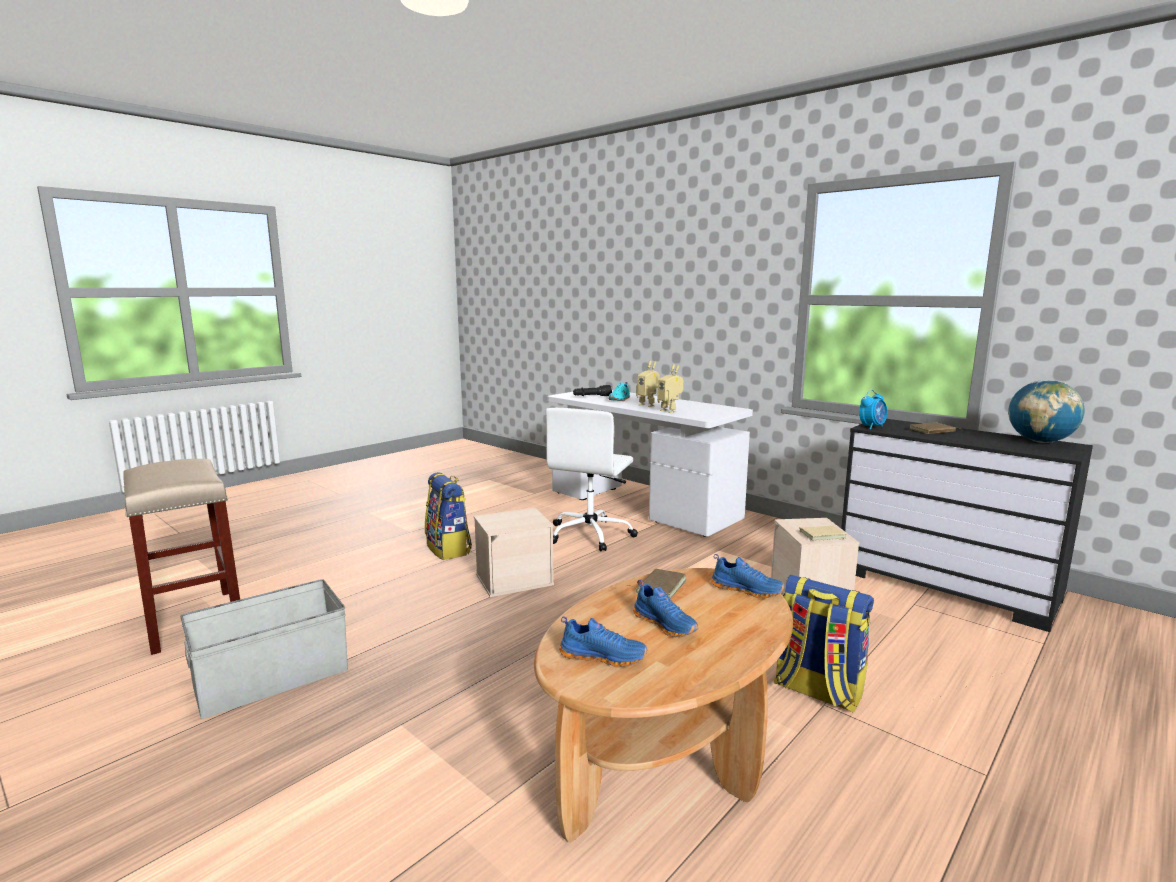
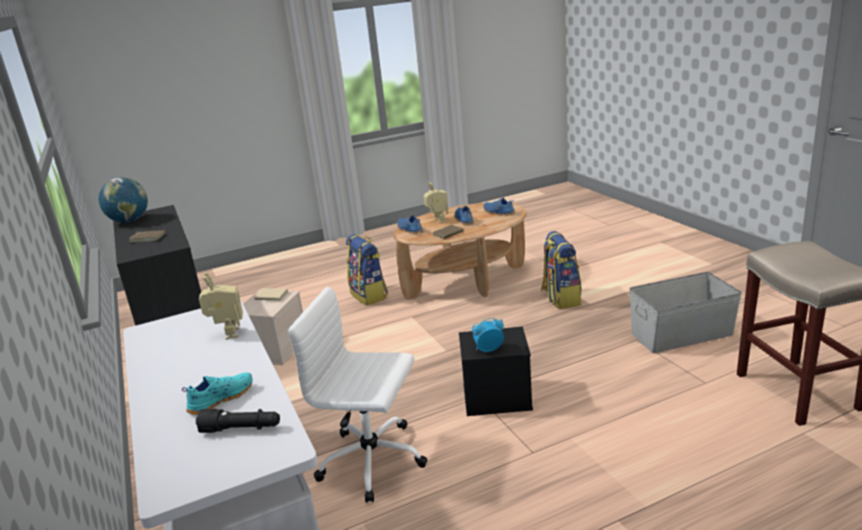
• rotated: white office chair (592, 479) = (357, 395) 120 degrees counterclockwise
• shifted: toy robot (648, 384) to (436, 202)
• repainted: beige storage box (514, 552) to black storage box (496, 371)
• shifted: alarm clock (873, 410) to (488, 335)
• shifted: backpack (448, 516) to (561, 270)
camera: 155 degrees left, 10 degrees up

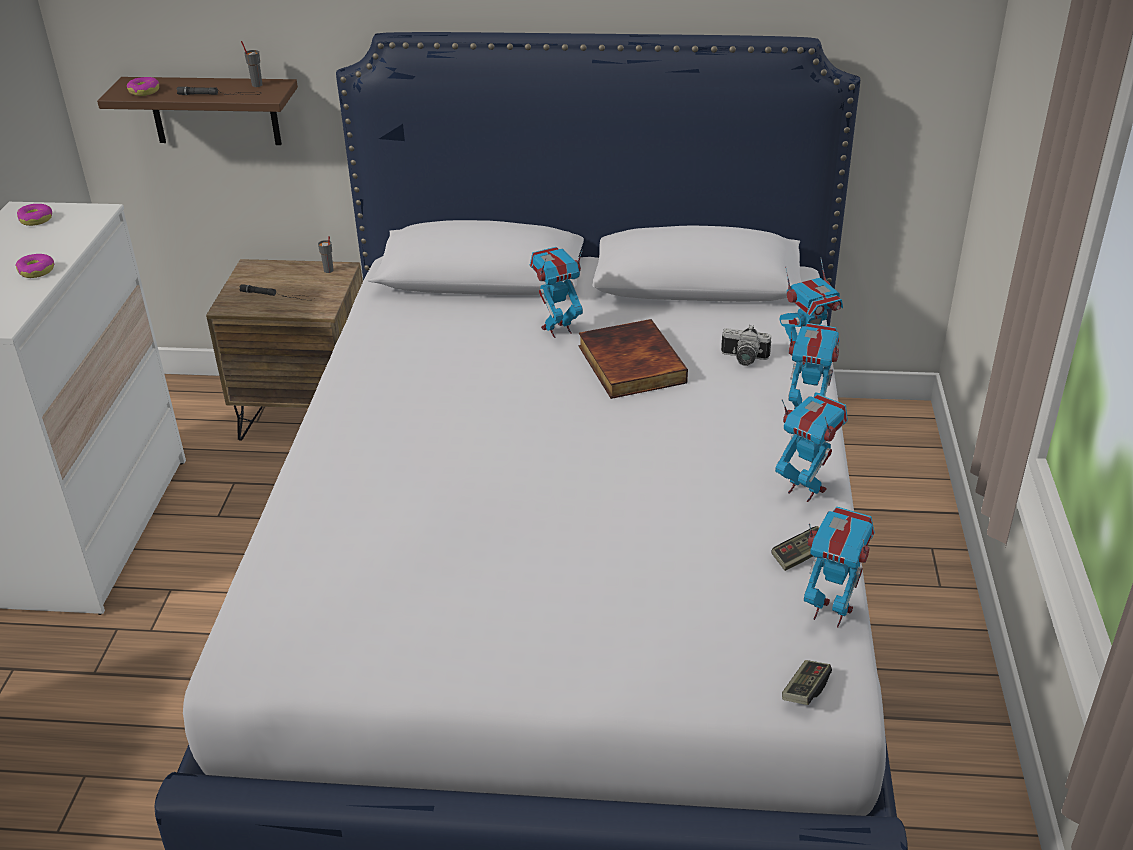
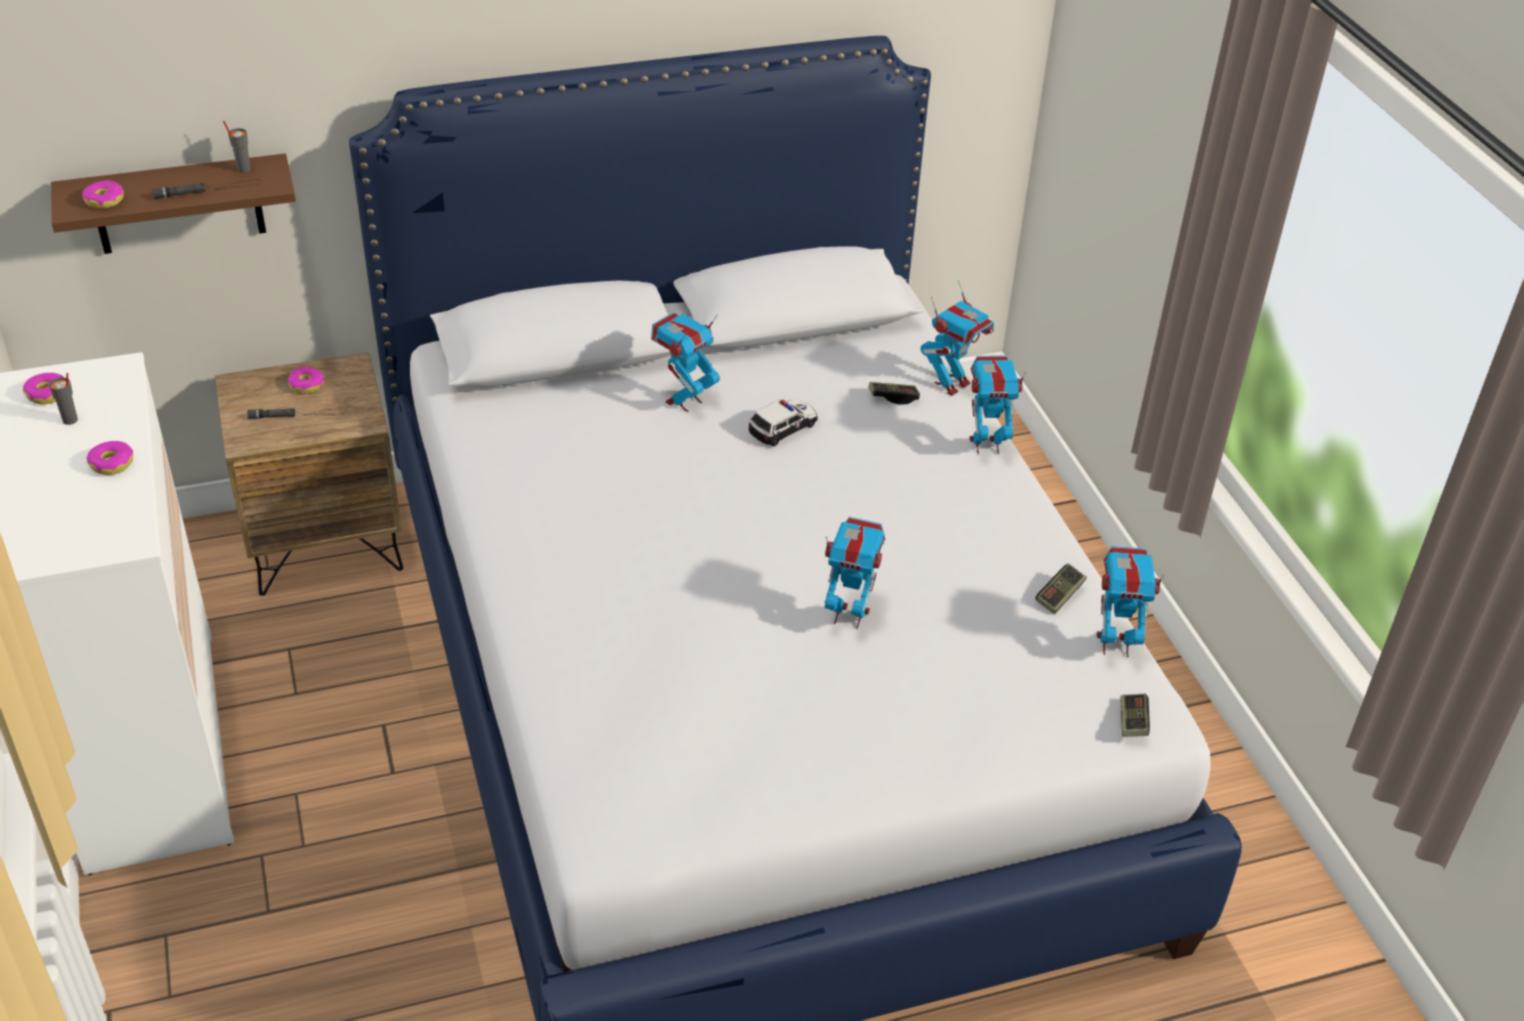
• shifted: grey cup (326, 254) to (63, 399)
• new: donut (306, 380)
• swapped: book (633, 359) to toy car (783, 423)
• shifted: toy robot (811, 448) to (855, 573)
• swapped: photo camera (746, 345) to game controller (894, 393)
camera: 25 degrees left, 5 degrees up

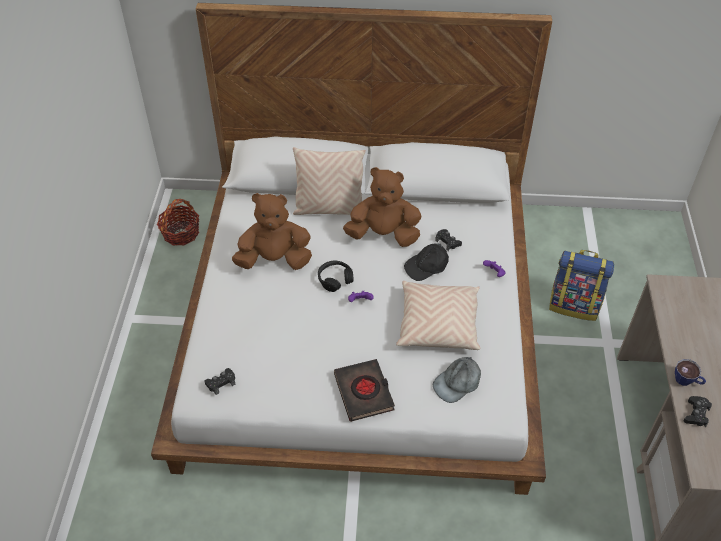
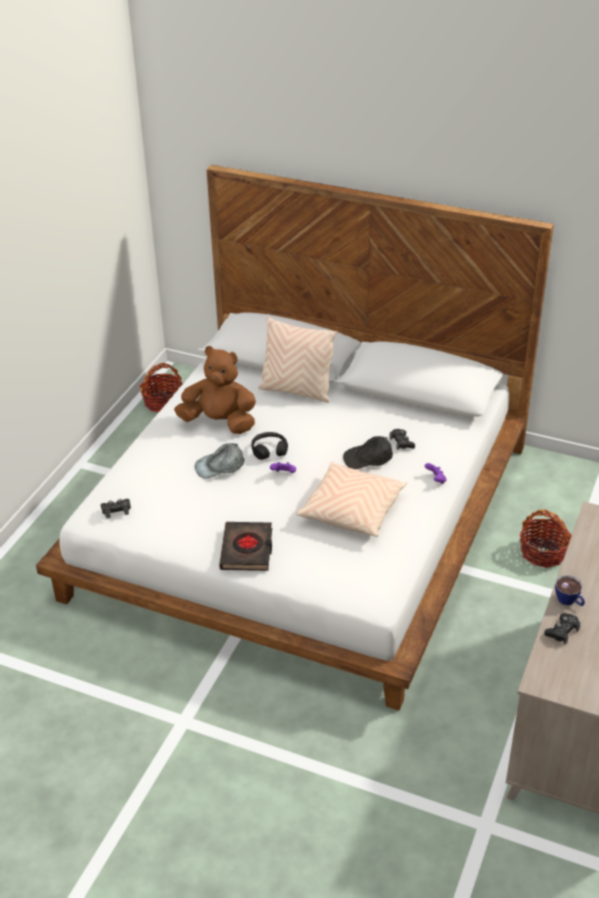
• shifted: grey cap (457, 380) to (220, 461)
• swapped: backpack (581, 285) to basket (546, 539)
• gone: brown plush toy (382, 207)
camera: 20 degrees right, 10 degrees down

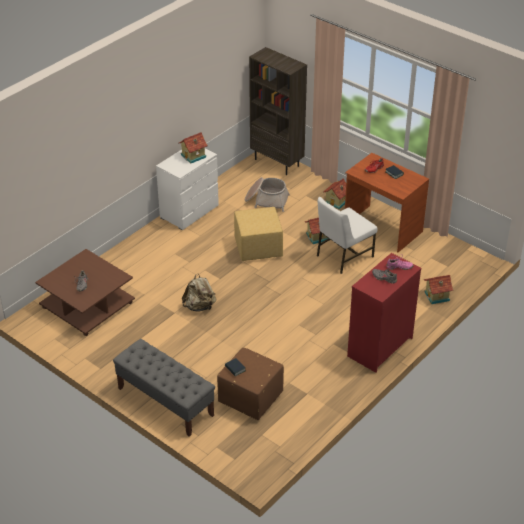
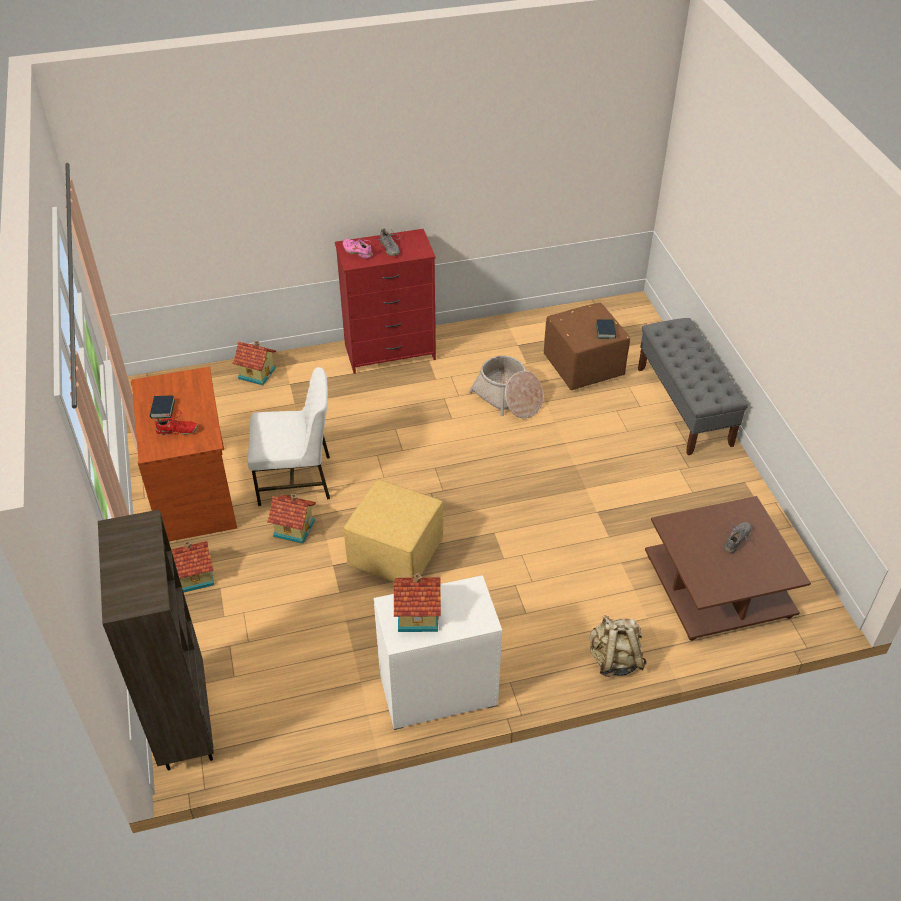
• shifted: basket (267, 194) to (506, 387)
• shifted: beige backpack (199, 292) to (618, 646)
camera: 145 degrees left, 5 degrees up

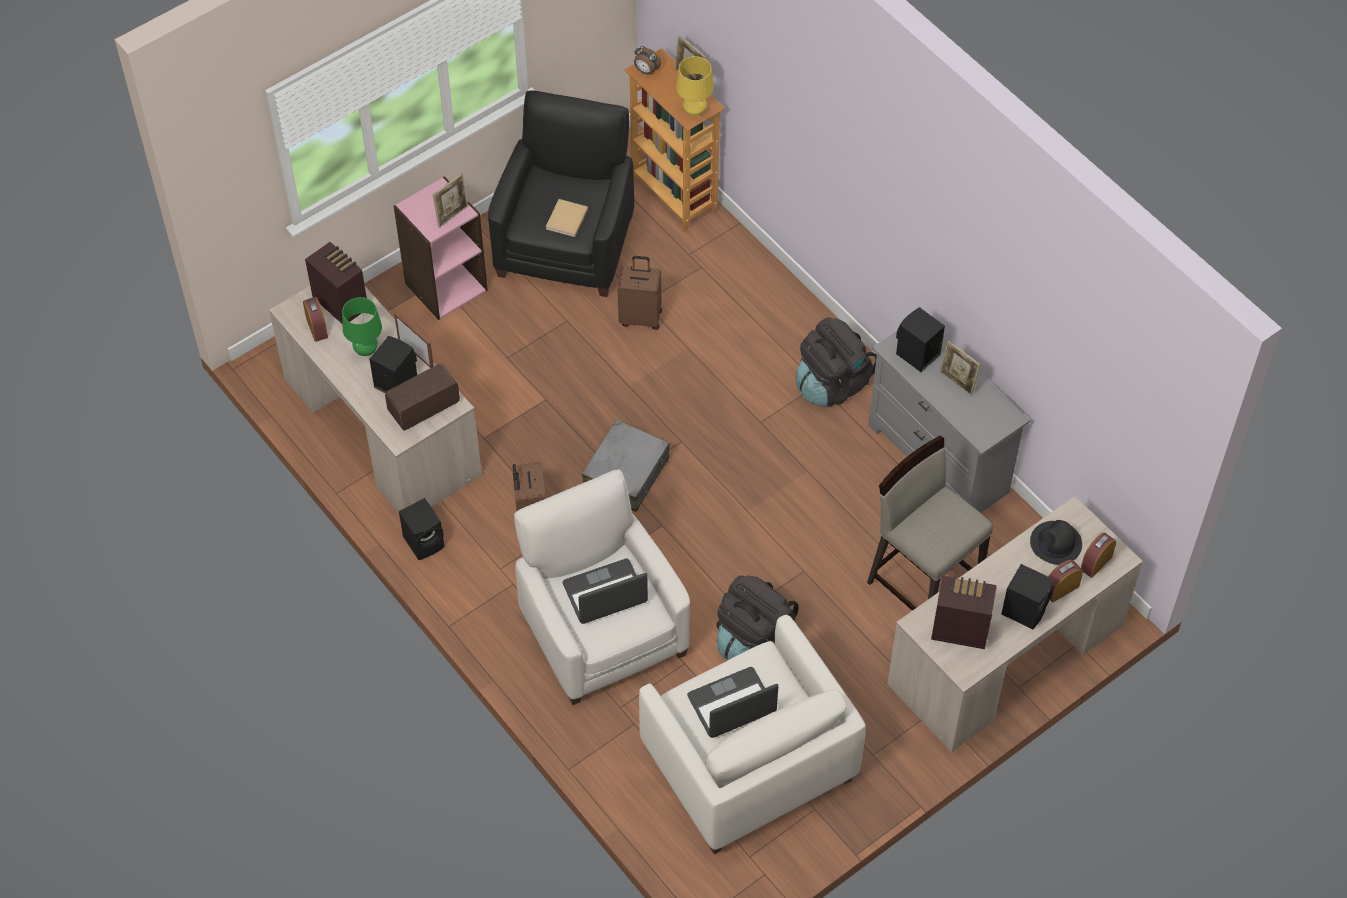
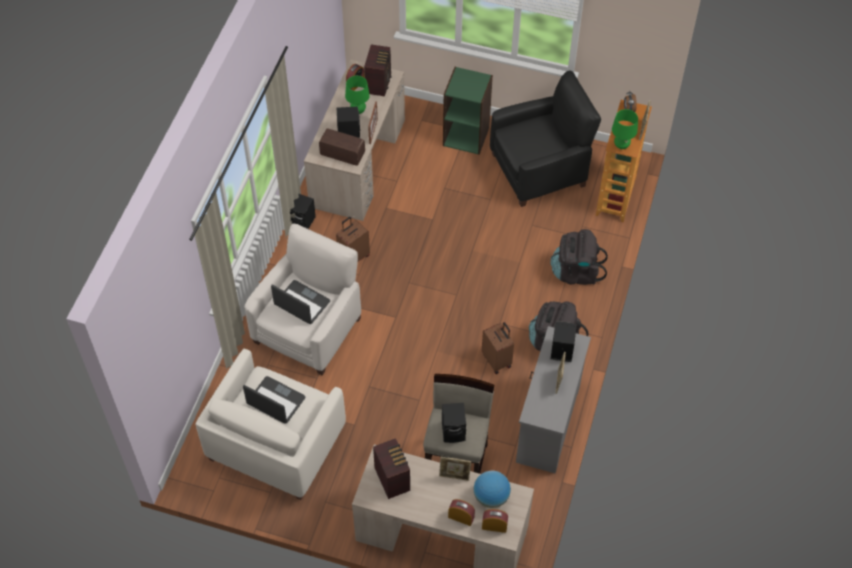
• shifted: picture frame (450, 200) to (455, 469)
• shifted: black speaker (1027, 596) to (454, 423)
• repainted: pink bookcase (441, 248) to green bookcase (468, 111)
• swapped: black hat (1056, 542) to globe (492, 489)
• shifted: brown suitcase (640, 293) to (498, 348)
• shifted: black backpack (757, 618) to (579, 257)
• repainted: yellow table lamp (695, 86) to green table lamp (625, 129)
• gone: beige book (567, 218)
• gone: grey suitcase (626, 466)
camera: 55 degrees right, 0 degrees up

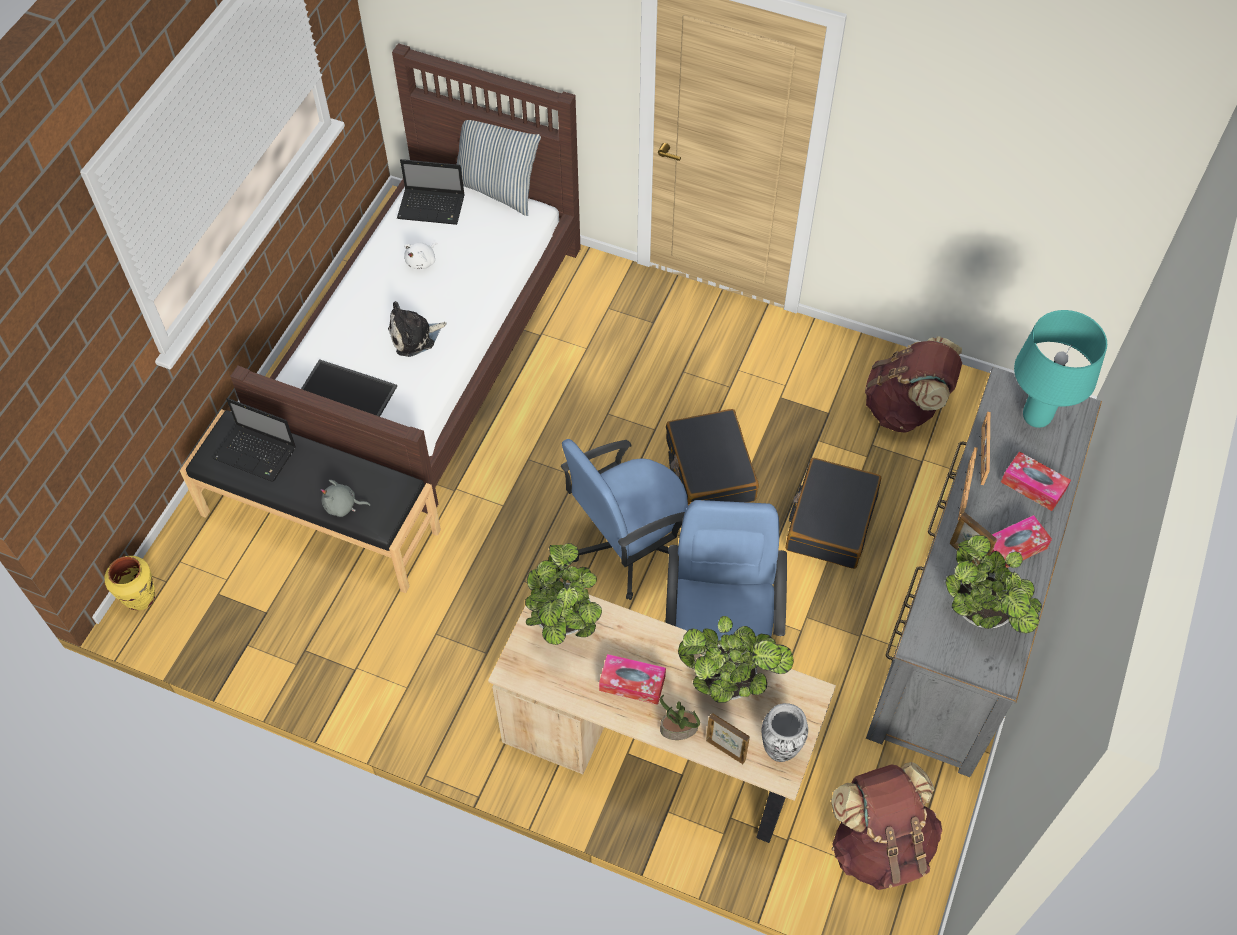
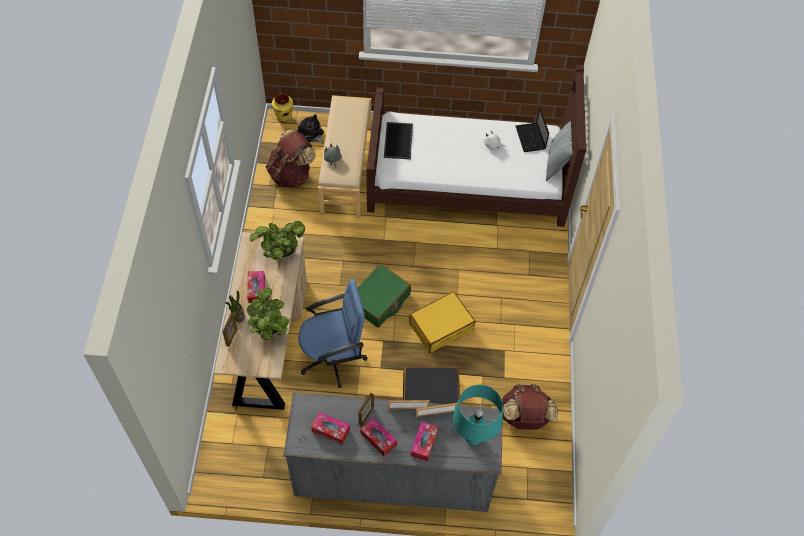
• shifted: brown backpack (886, 826) to (291, 158)
• shifted: plush toy (417, 329) to (311, 128)
• swapped: potted plant (994, 584) to tissue box (330, 428)
• repainted: black bench (310, 501) to beige bench (344, 156)
• swapped: blue office chair (624, 519) to green suitcase (384, 296)
• repainted: black suitcase (712, 457) to yellow suitcase (442, 322)
• gone: laptop (254, 440)
• gone: vase (785, 732)
camera: 70 degrees right, 0 degrees up

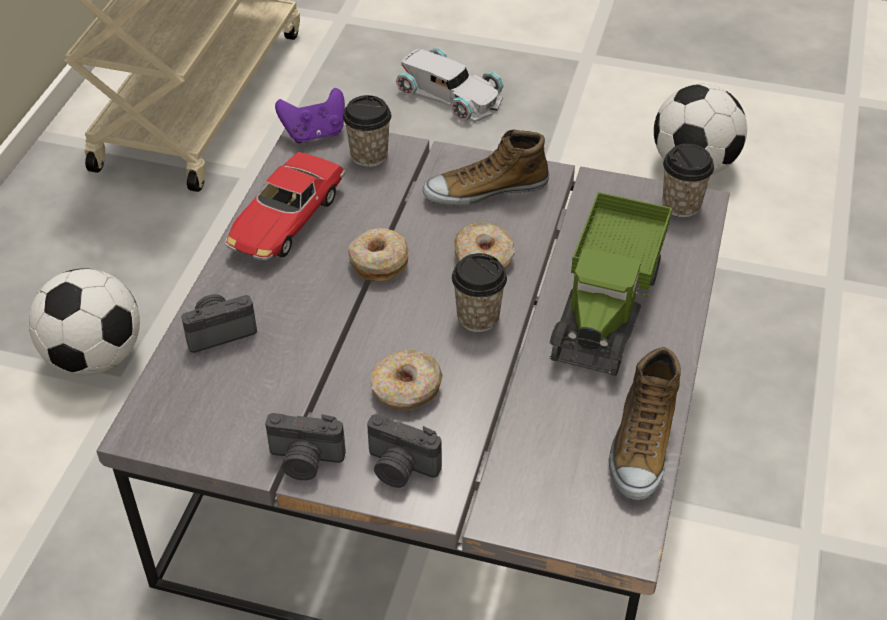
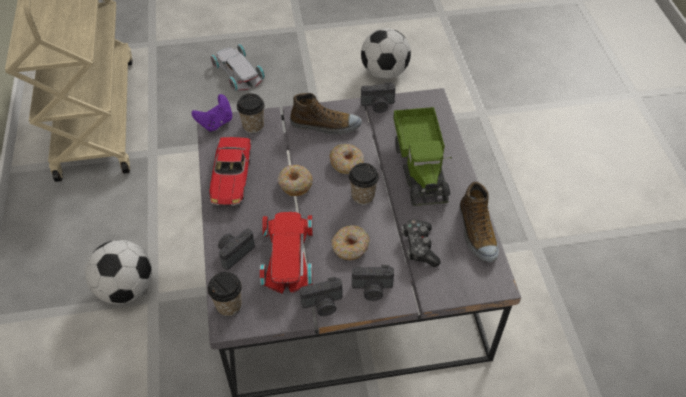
• shifted: cup (688, 180) to (225, 294)
• rotated: white toy car (450, 85) = (238, 67) 135 degrees counterclockwise
• new: red toy car (286, 252)
• rotated: shoe (486, 167) = (326, 114) 135 degrees counterclockwise
• new: photo camera (378, 97)
• new: game controller (421, 243)
camera: 25 degrees left, 5 degrees up

